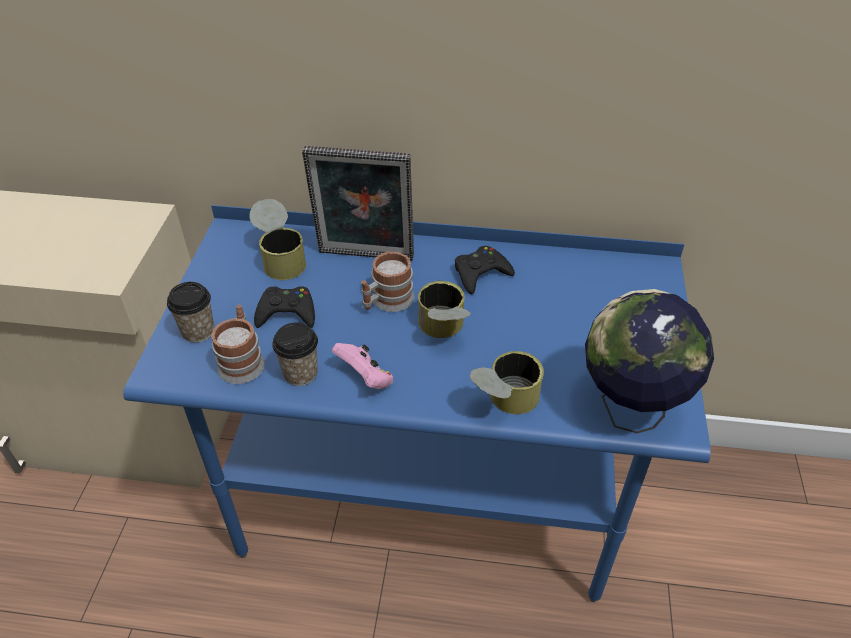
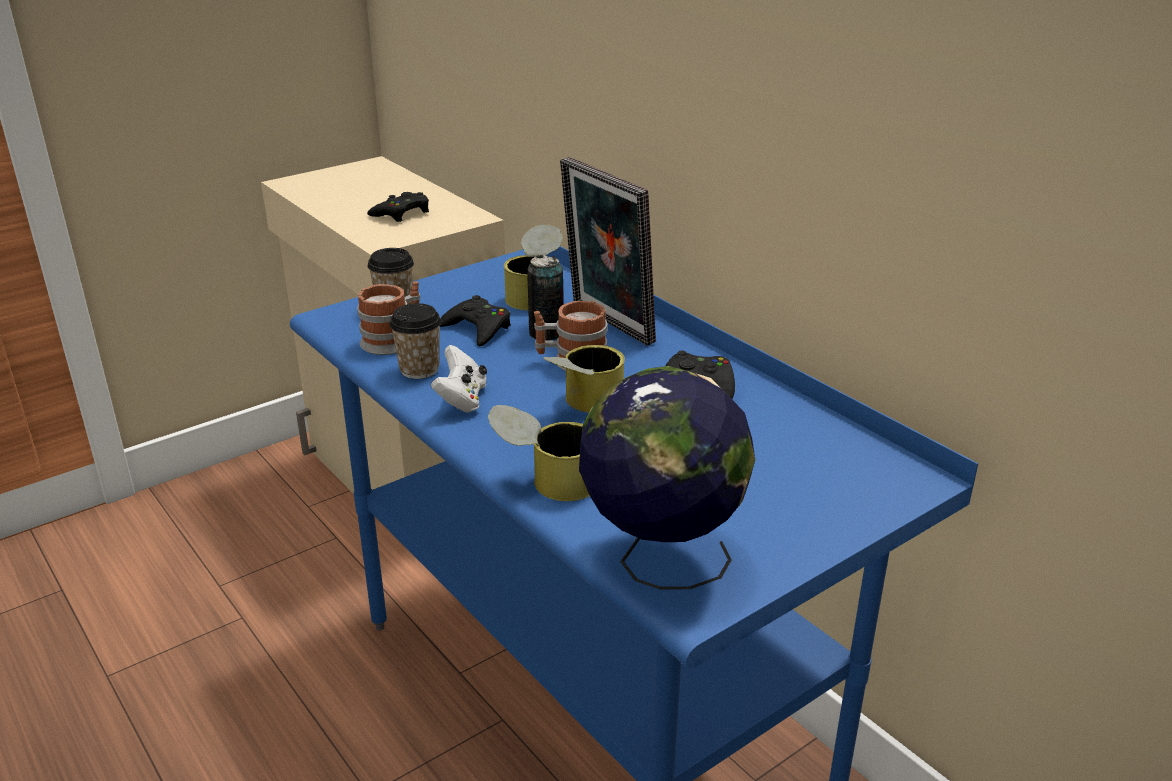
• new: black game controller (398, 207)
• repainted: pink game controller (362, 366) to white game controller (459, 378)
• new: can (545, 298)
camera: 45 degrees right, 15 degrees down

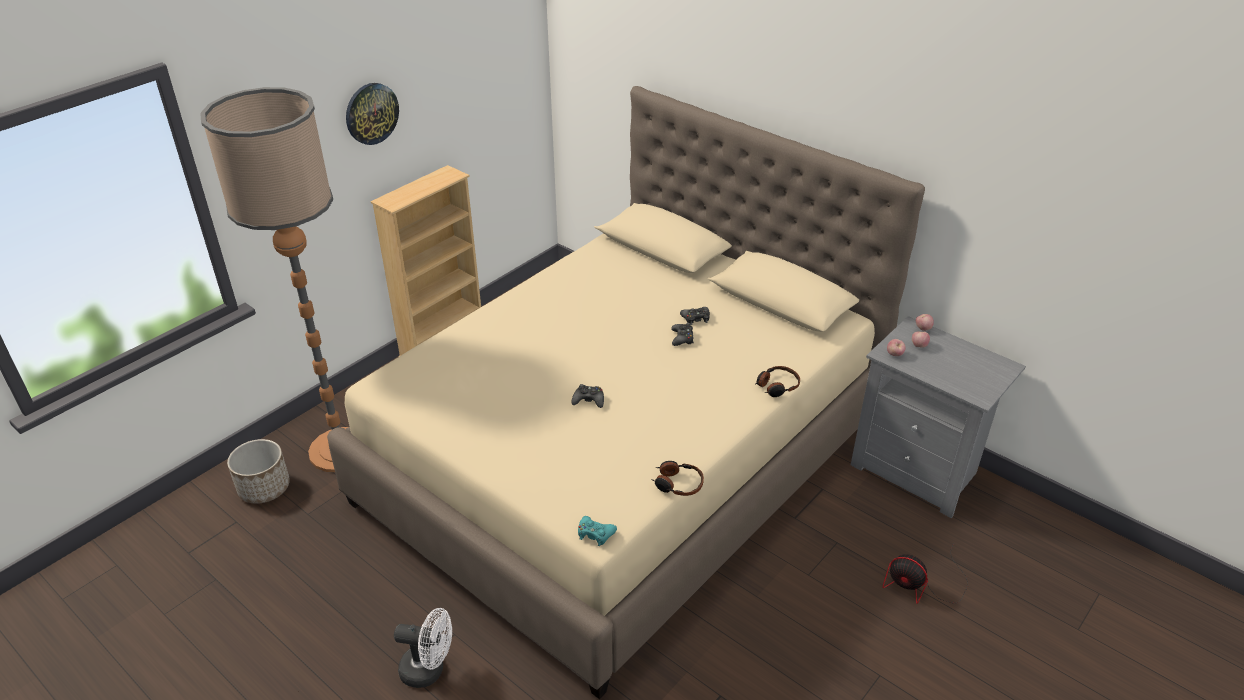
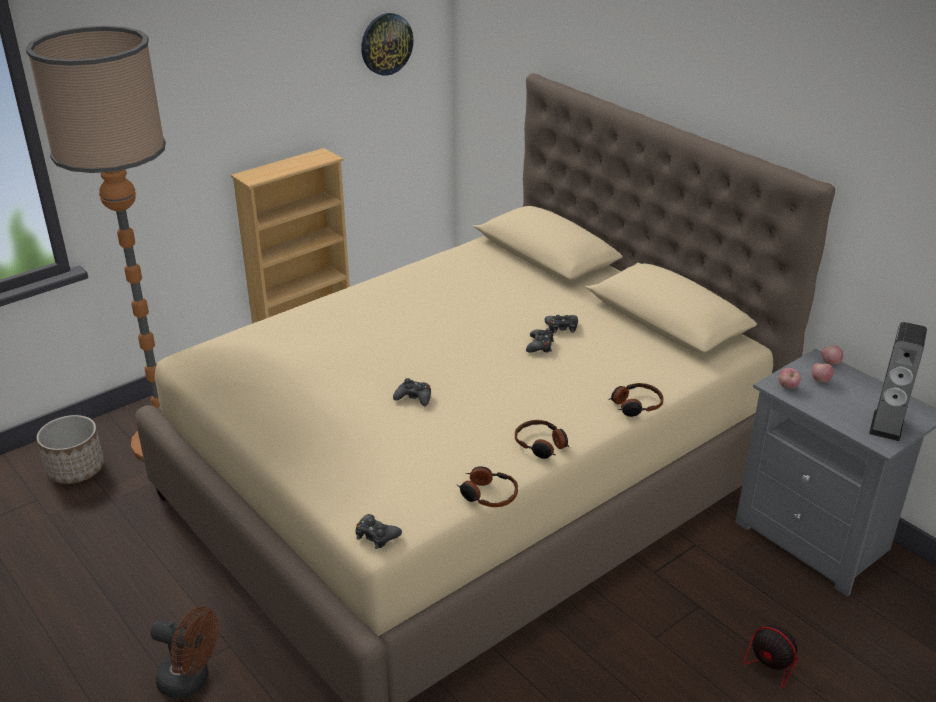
• repainted: white fan (423, 648) to brown fan (185, 652)
• repainted: turquoise game controller (597, 531) to black game controller (378, 531)
• shifted: wall clock (372, 114) to (387, 44)
• new: headphones (542, 439)
• new: speaker (898, 382)
camera: 10 degrees right, 5 degrees down

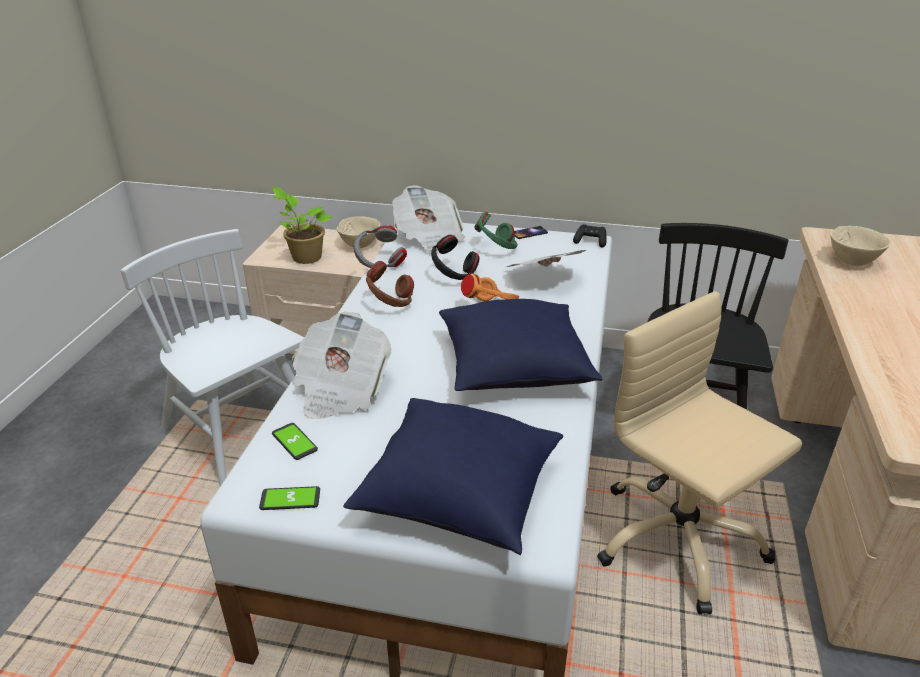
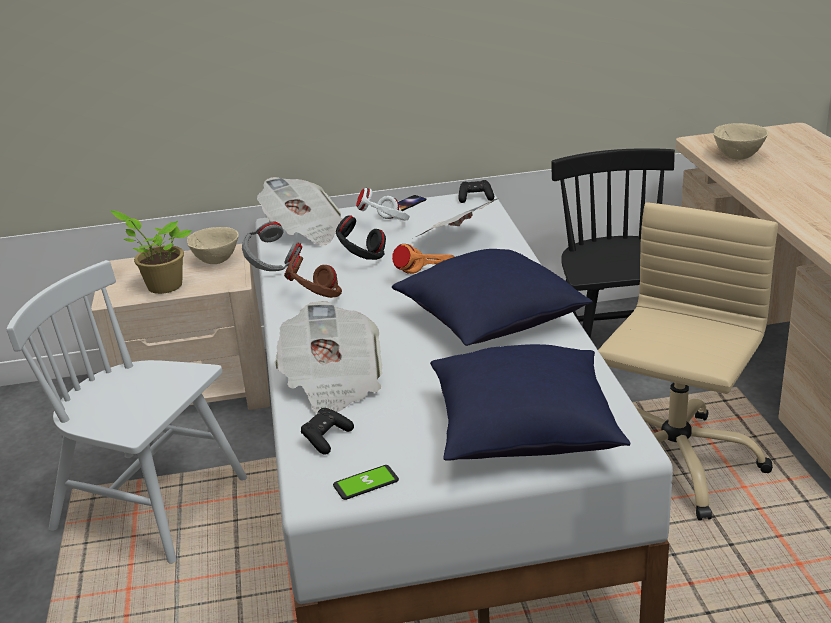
• swapped: phone (295, 441) to black game controller (327, 431)
• repainted: green headphones (496, 230) to white headphones (383, 204)
• rotated: beige office chair (699, 452) = (688, 361) 90 degrees clockwise
camera: 20 degrees left, 5 degrees down

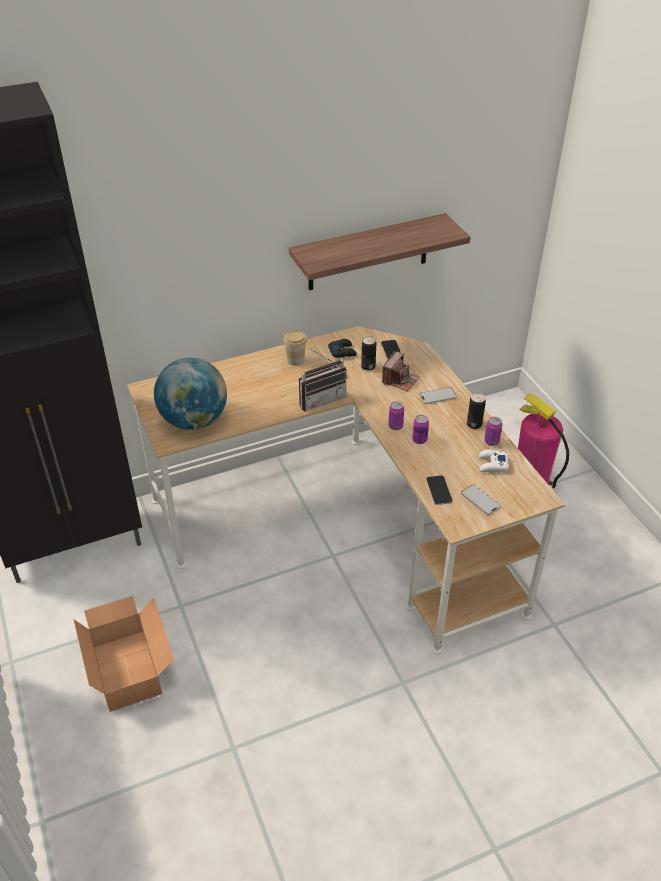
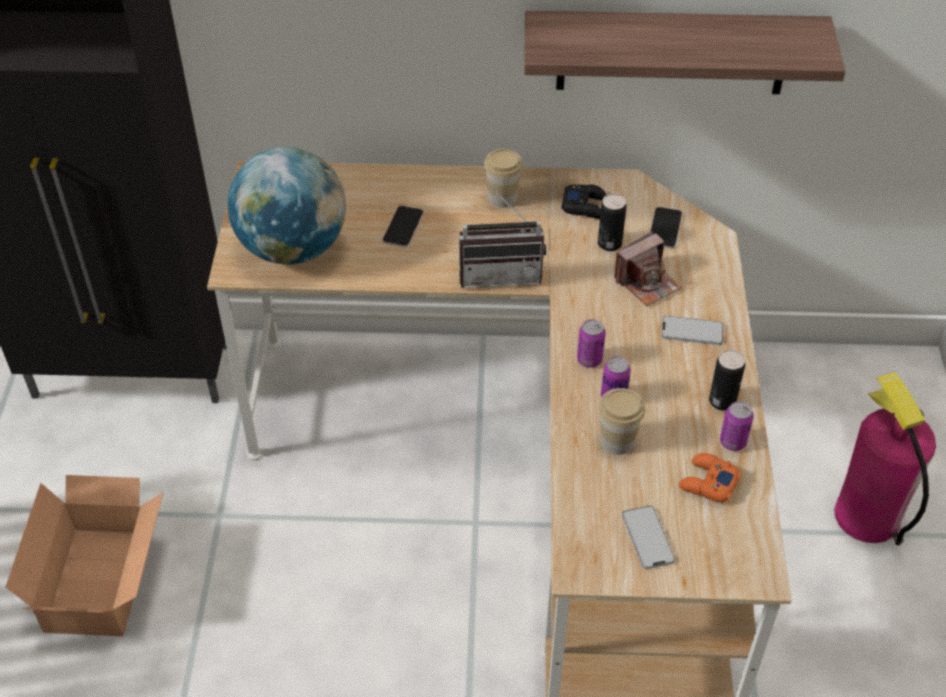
• shifted: phone (439, 490) to (403, 226)
• new: cup (621, 421)
• repainted: white game controller (493, 460) to orange game controller (710, 478)
camera: 25 degrees right, 5 degrees up

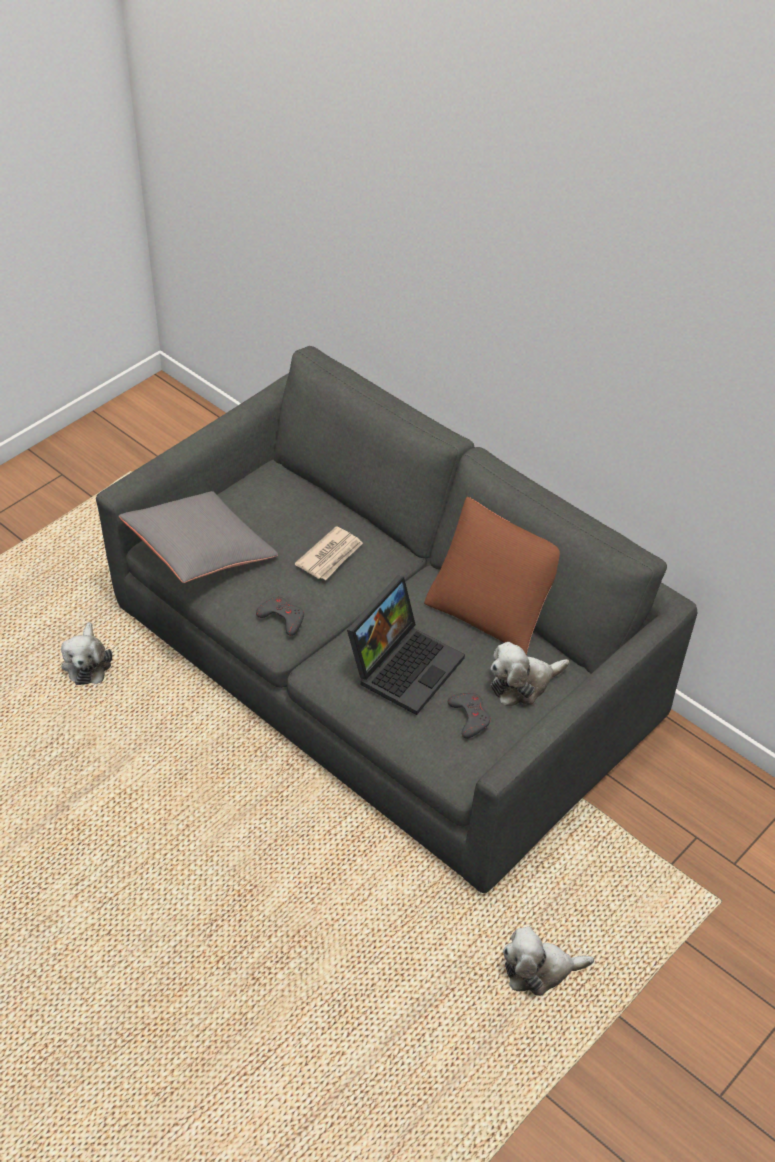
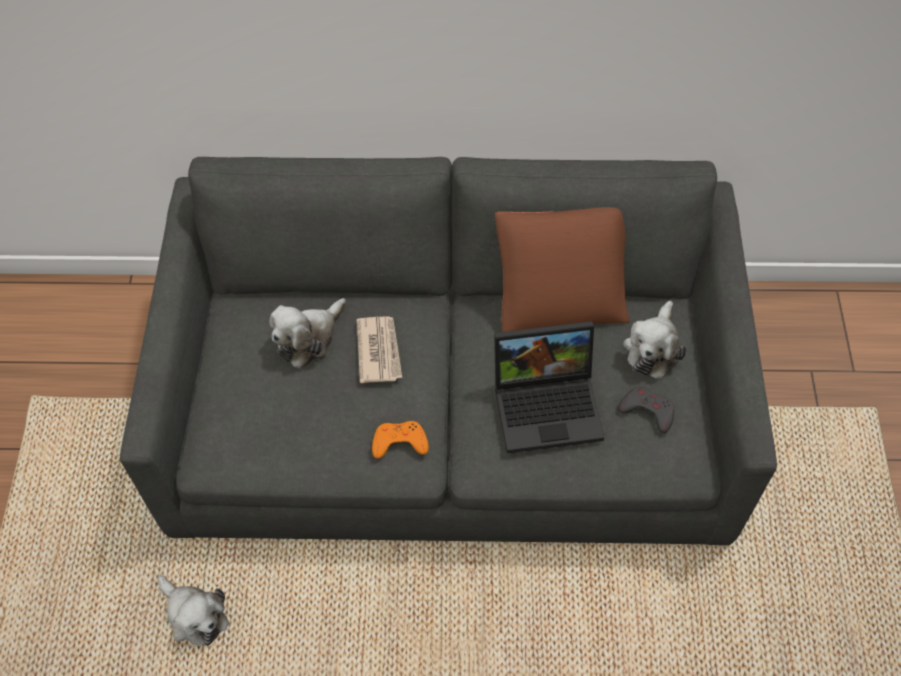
• shifted: plush toy (548, 961) to (307, 333)
• repainted: grey game controller (280, 616) to orange game controller (400, 439)
• rotated: laptop (406, 645) = (549, 387) 90 degrees clockwise
• gone: grey pillow (198, 537)
camera: 40 degrees left, 10 degrees up

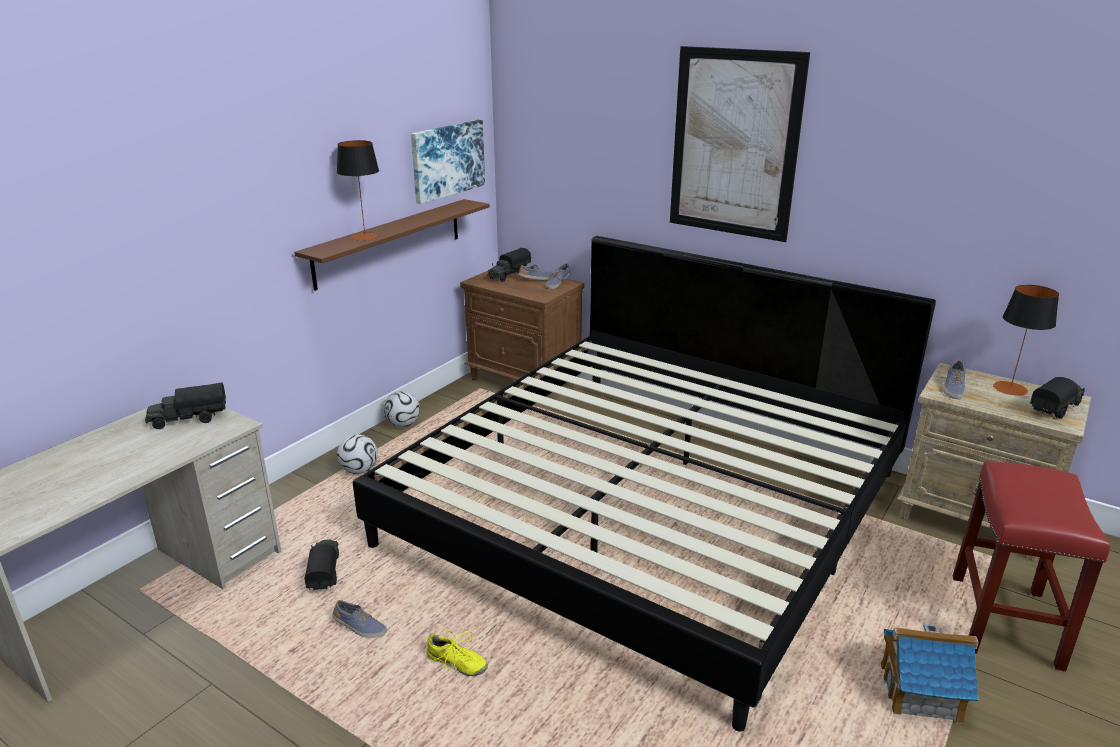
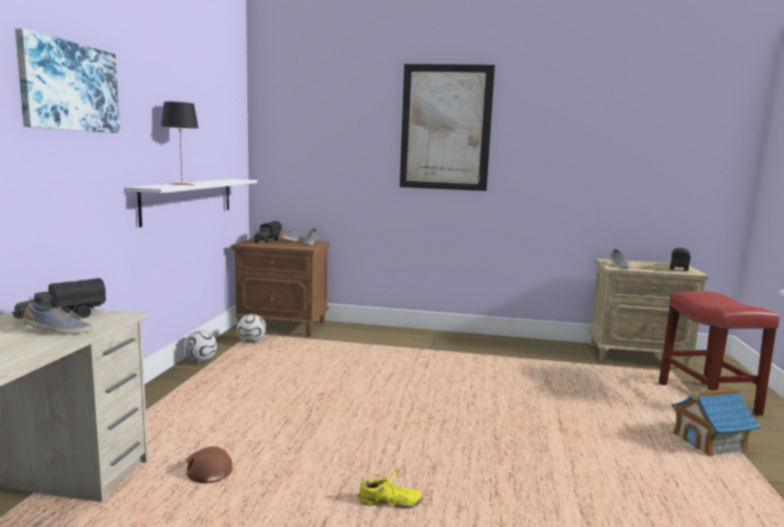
• shifted: picture (448, 162) to (67, 80)
• shifted: shoe (360, 619) to (57, 318)
• repainted: brown shelf (392, 245) to white shelf (192, 203)
• swapped: toy truck (322, 565) to brown cap (209, 465)
• shifted: football (357, 454) to (251, 328)
• gone: bed (644, 484)
• gone: table lamp (1026, 340)
camera: 25 degrees left, 15 degrees down

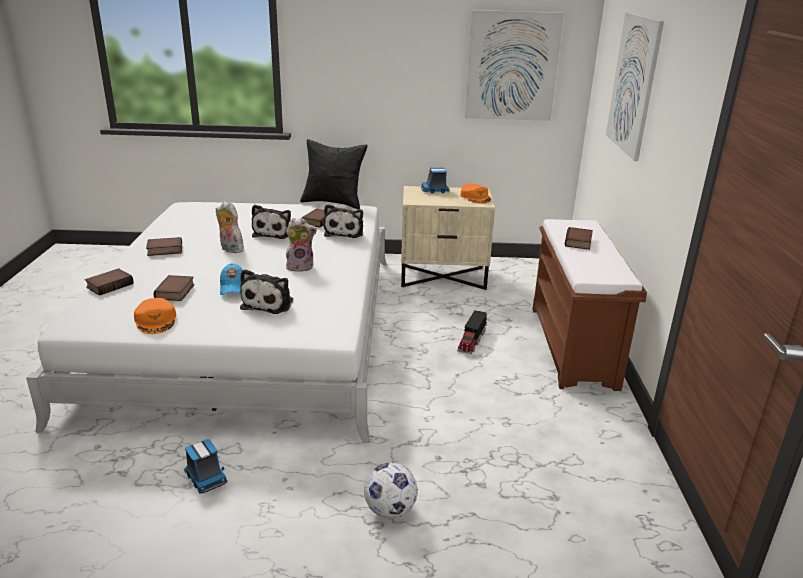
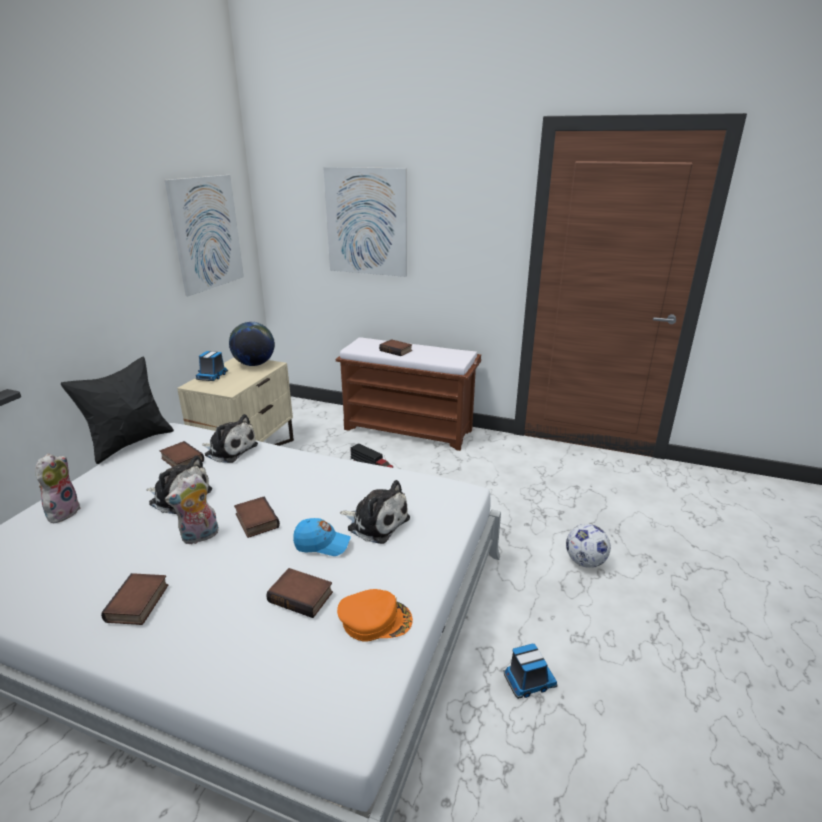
• shifted: plush toy (301, 245) to (58, 488)
• swapped: orange cap (476, 194) to globe (252, 344)
• shifted: book (109, 282) to (257, 517)
camera: 70 degrees left, 0 degrees up

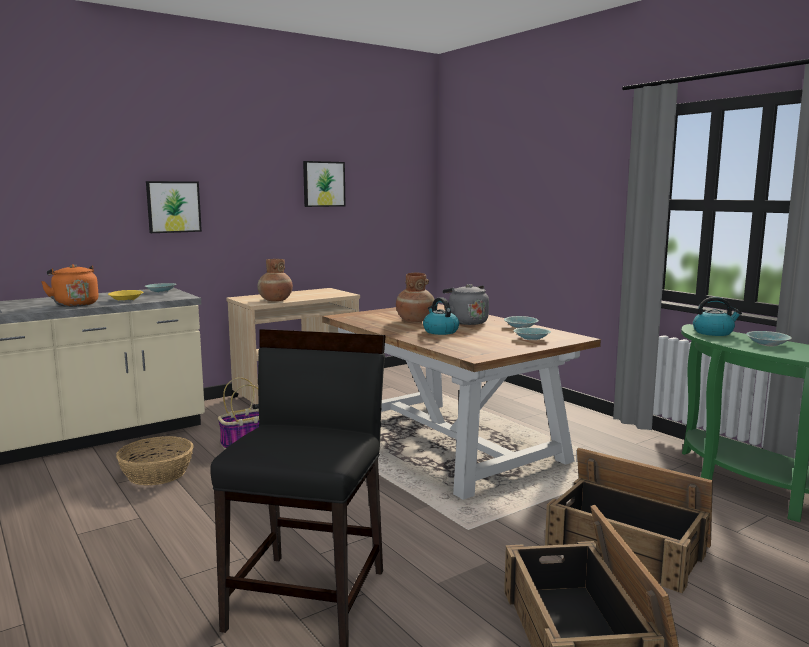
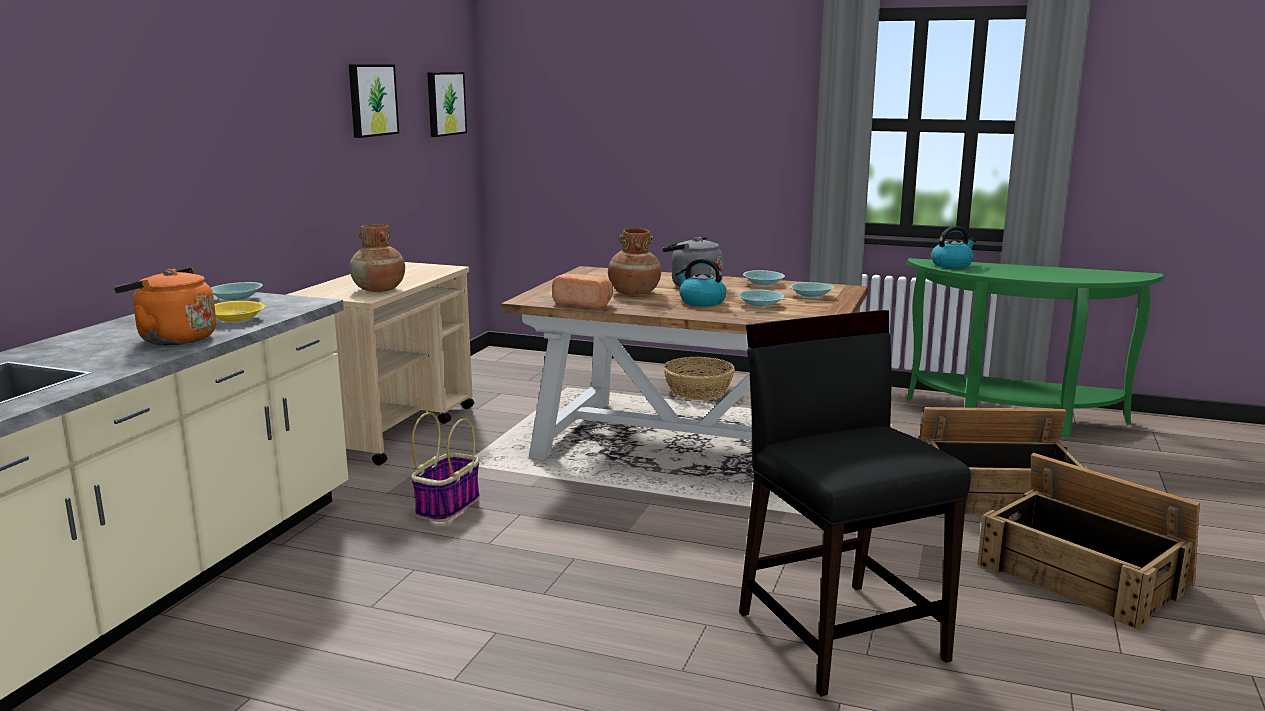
• shifted: picture (174, 207) to (447, 104)
• new: bread (582, 291)
• shifted: basket (154, 460) to (699, 378)
• shifted: turquoise bowl (769, 338) to (761, 298)
camera: 35 degrees left, 5 degrees up

